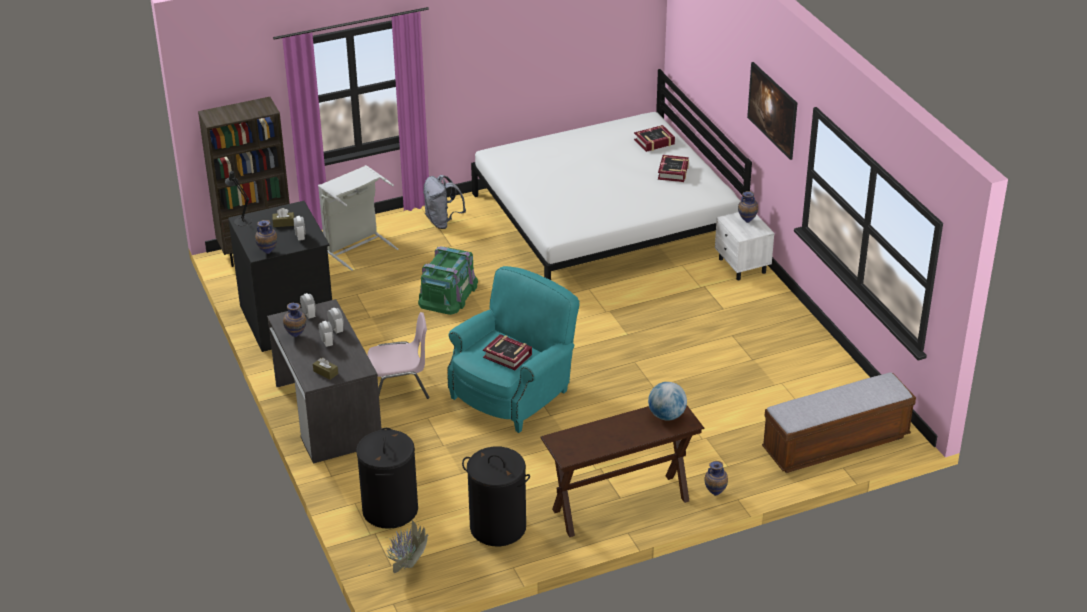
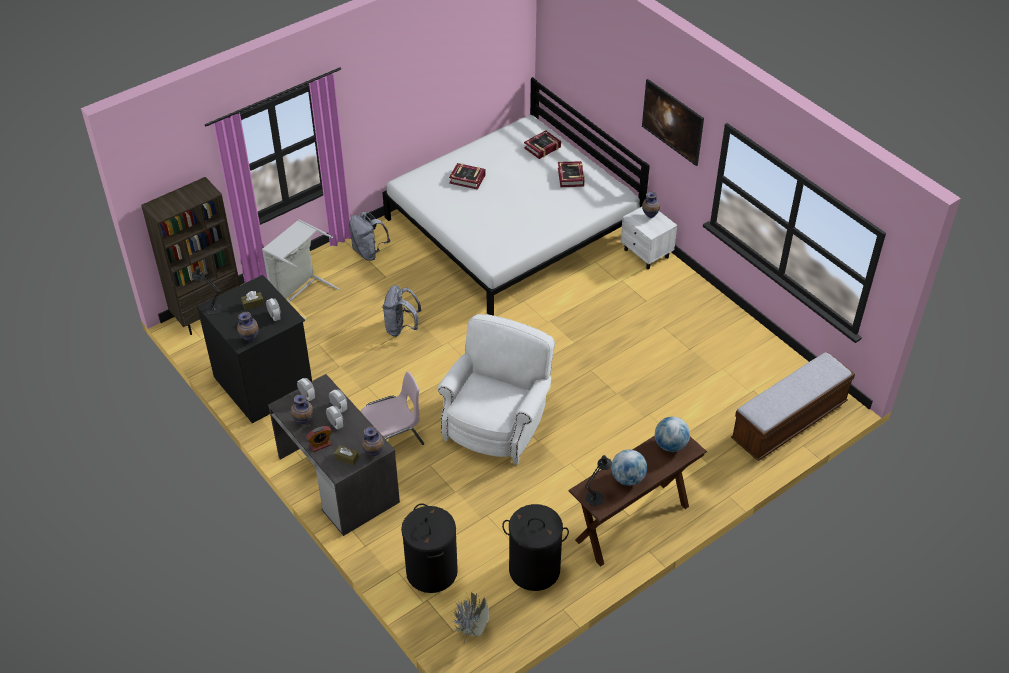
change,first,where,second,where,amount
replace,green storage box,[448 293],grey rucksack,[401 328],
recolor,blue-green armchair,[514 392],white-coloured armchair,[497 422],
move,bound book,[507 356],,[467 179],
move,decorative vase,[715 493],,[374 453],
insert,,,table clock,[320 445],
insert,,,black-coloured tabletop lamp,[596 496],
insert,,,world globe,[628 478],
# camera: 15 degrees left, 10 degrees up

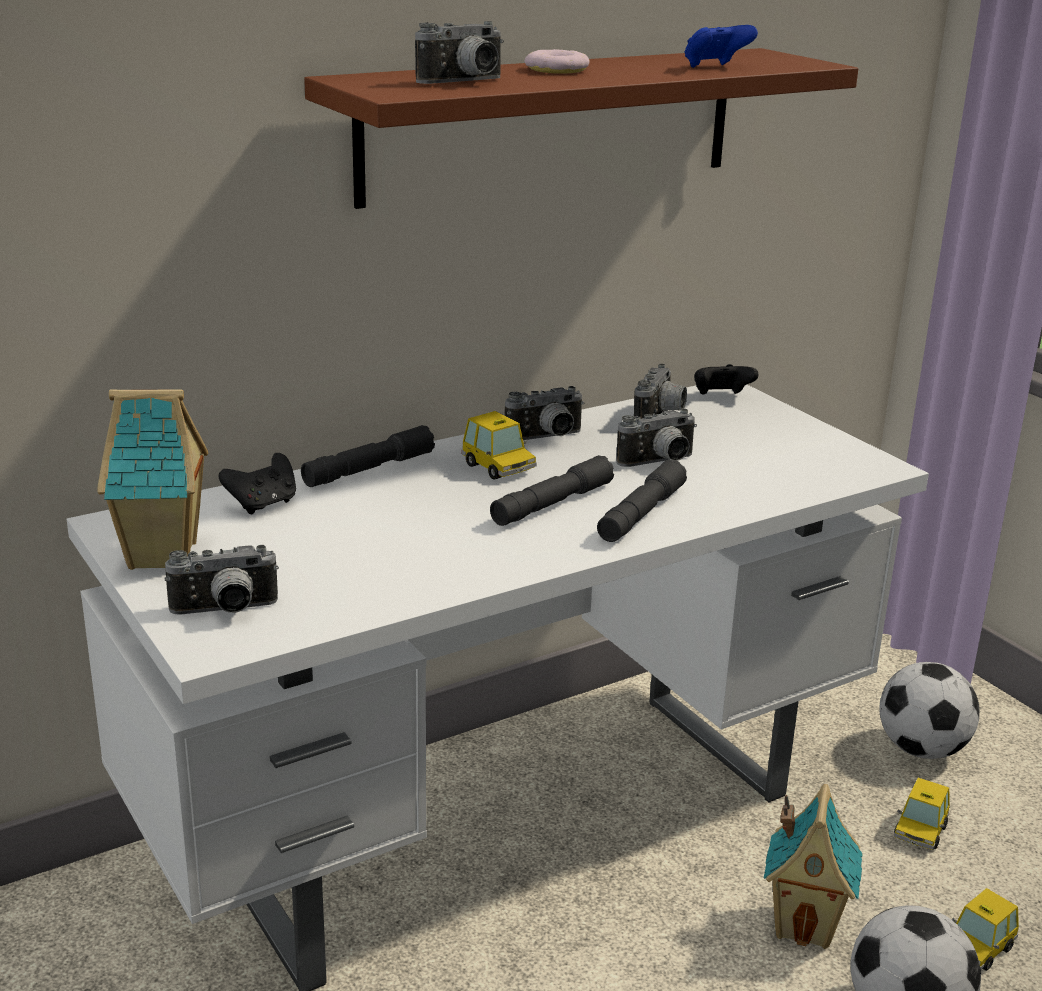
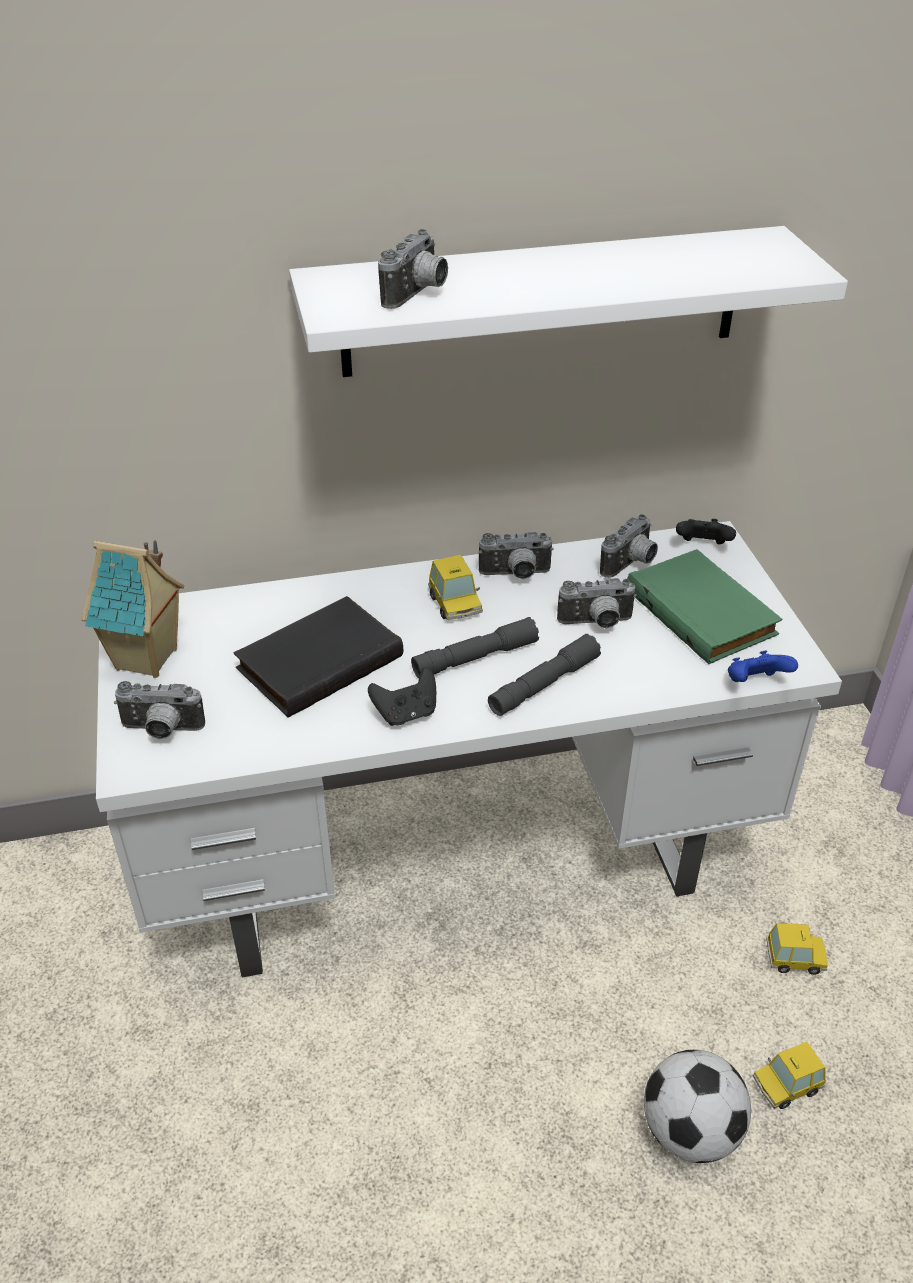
change,first,where,second,where,amount
move,black-coloured joypad,[263 504],,[406 713],
delete,grey torch,[369 469],,,
recolor,brown-coloured wall shelf,[552 124],white-coloured wall shelf,[542 302],
rotate,still camera,[465 83],,[418 294],45 degrees counterclockwise
delete,ring doughnut,[556 70],,,
move,bluish joypad,[714 67],,[755 683],
delete,toy house,[805 925],,,
delete,football,[921 749],,,
rotate,miniature car,[920 831],,[795 958],135 degrees counterclockwise
insert,,,black-coloured bound book,[318 660],
insert,,,green bound book,[704 612],
# camera: 20 degrees right, 15 degrees up

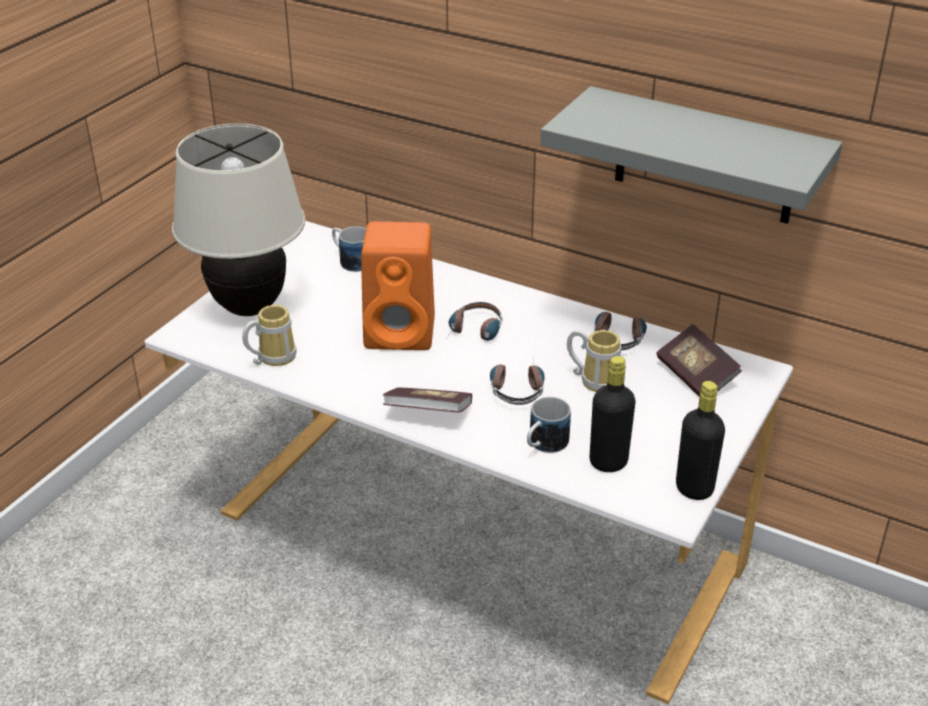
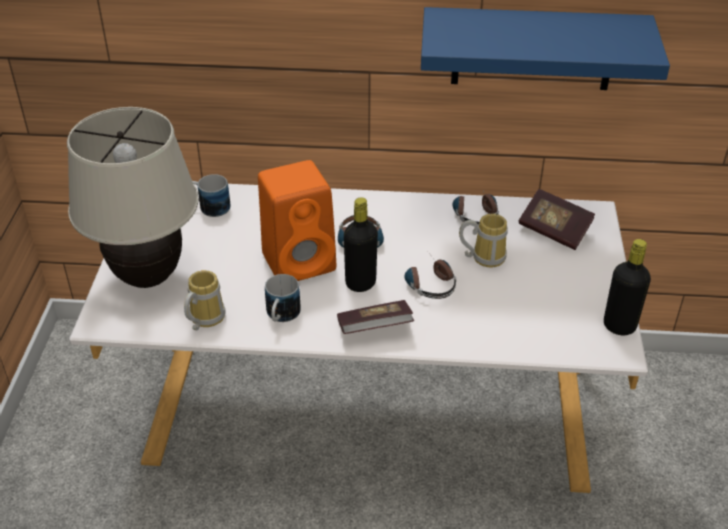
change,first,where,second,where,amount
move,mug,[543 445],,[281 316],
recolor,grey wall shelf,[705 157],bluish wall shelf,[533 49],
move,black-coloured beverage bottle,[608 462],,[360 283],
# camera: 25 degrees left, 5 degrees up

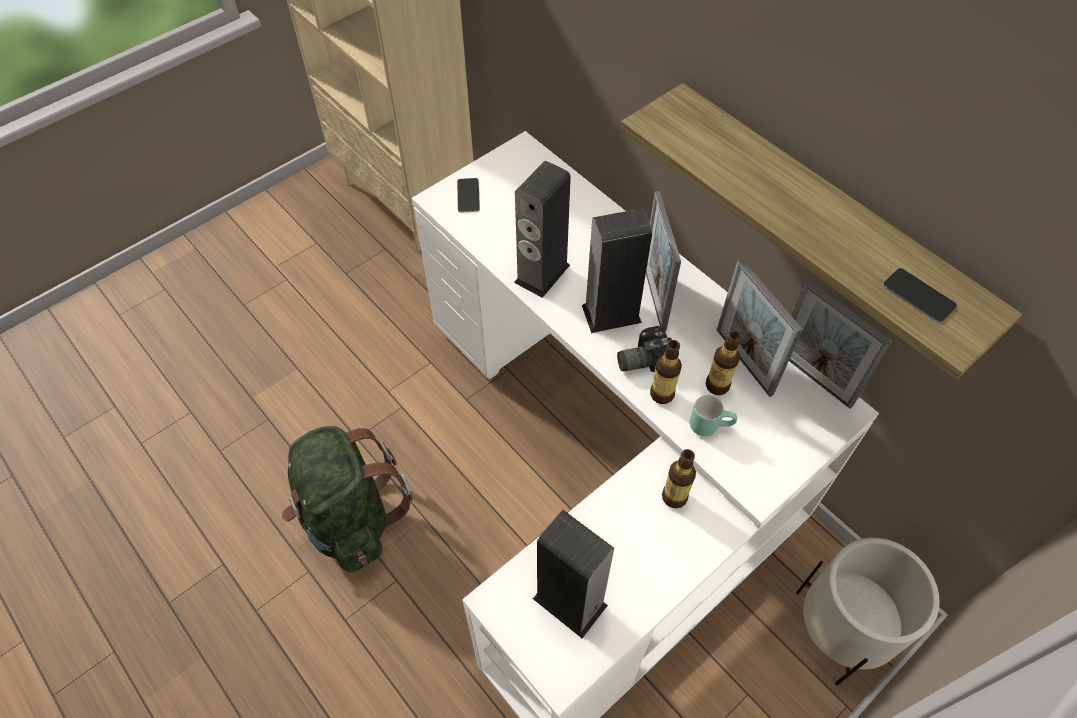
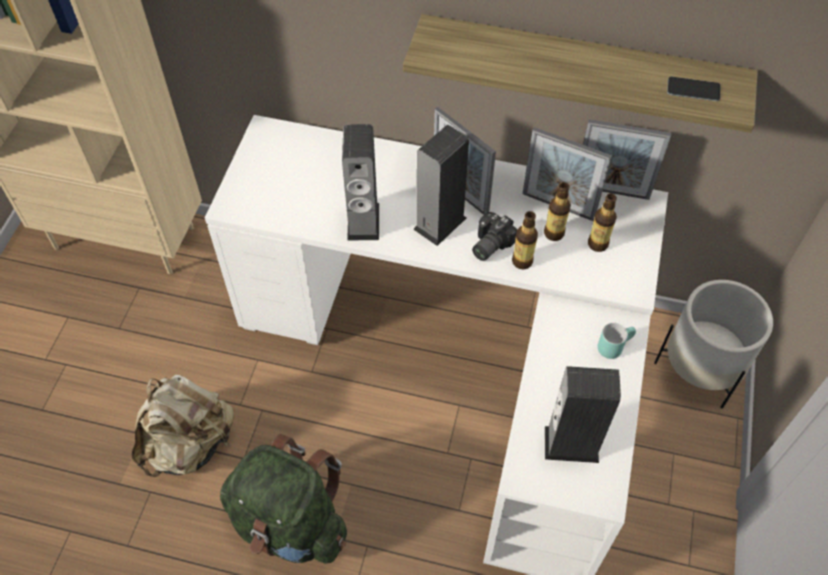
change,first,where,second,where,amount
delete,handset,[468 195],,,
move,beverage bottle,[674 497],,[598 244],
move,blue-green mug,[710 424],,[613 345],
insert,,,beige rucksack,[189 444],
# camera: 35 degrees left, 0 degrees up

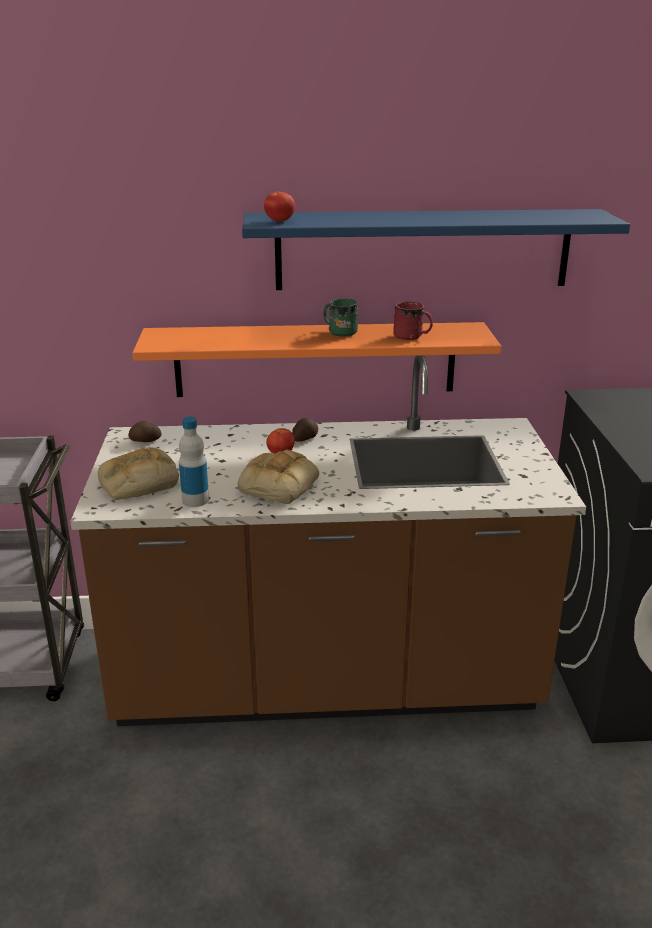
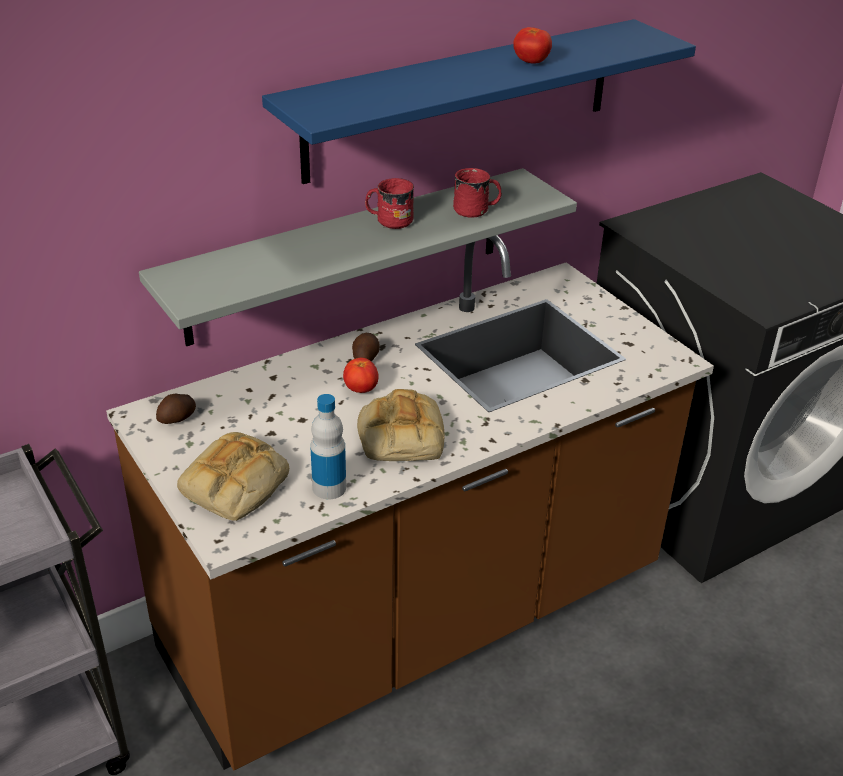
change,first,where,second,where,amount
recolor,orange-coloured wall shelf,[315 359],grey wall shelf,[348 255],
move,fresh tomato,[280 221],,[531 62],
recolor,green mug,[339 331],red mug,[389 221],
# camera: 30 degrees left, 10 degrees up

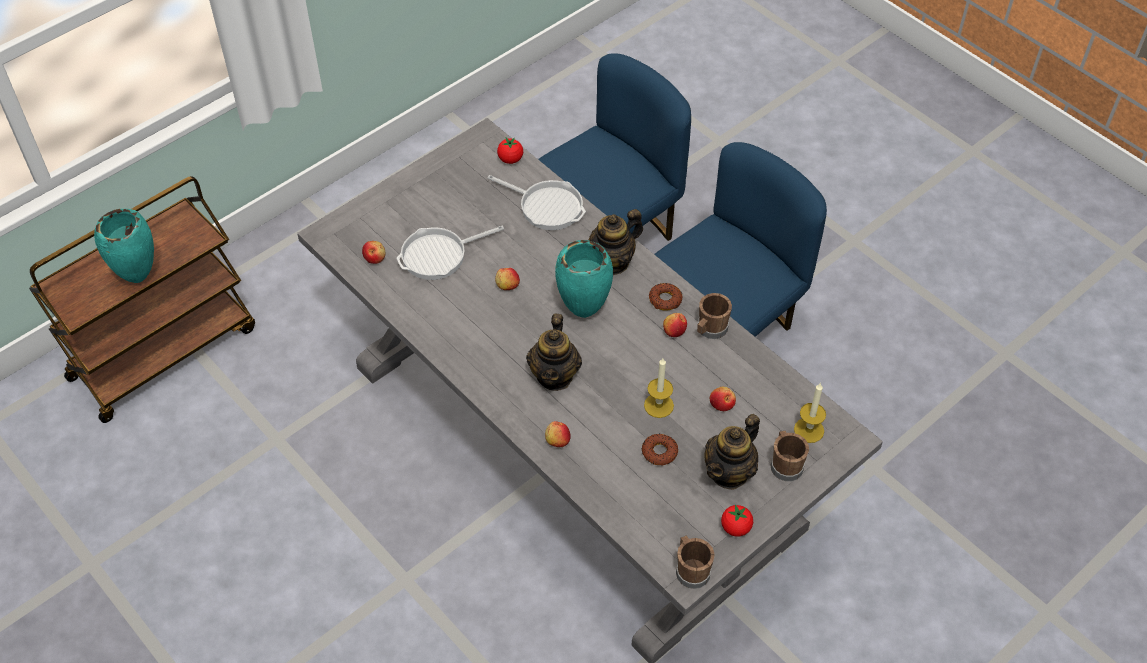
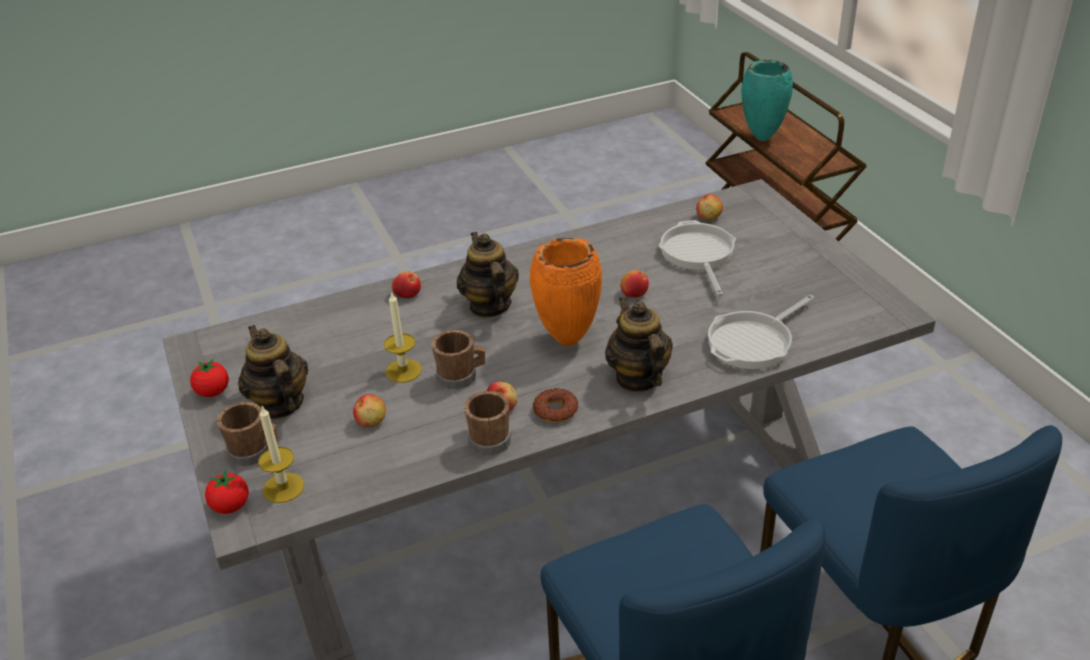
change,first,where,second,where,amount
move,fresh tomato,[510 159],,[231 506],
rotate,tea pot,[555 375],,[489 306],45 degrees clockwise
recolor,blue-green decorative vase,[583 313],orange-coloured decorative vase,[567 340],
delete,ring doughnut,[659 452],,,
move,brown-coloured mug,[691 569],,[461 377],
# camera: 110 degrees right, 15 degrees down

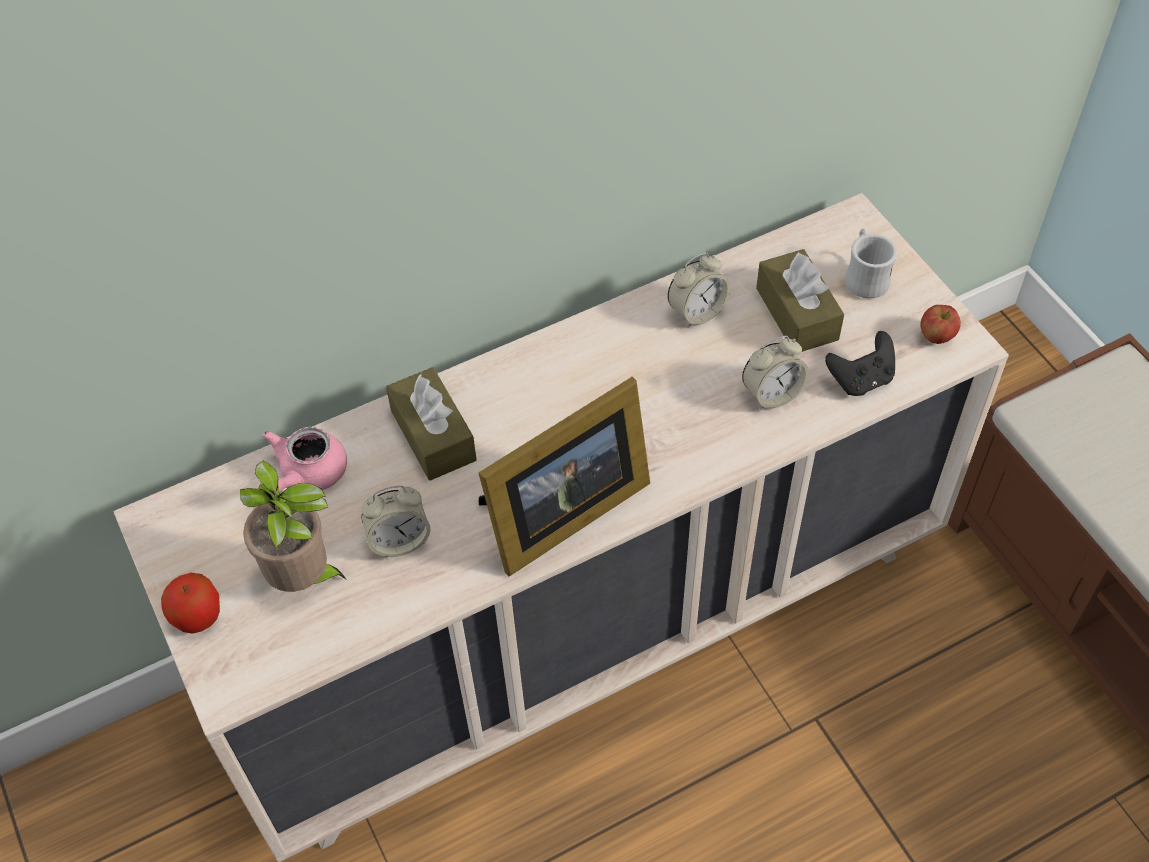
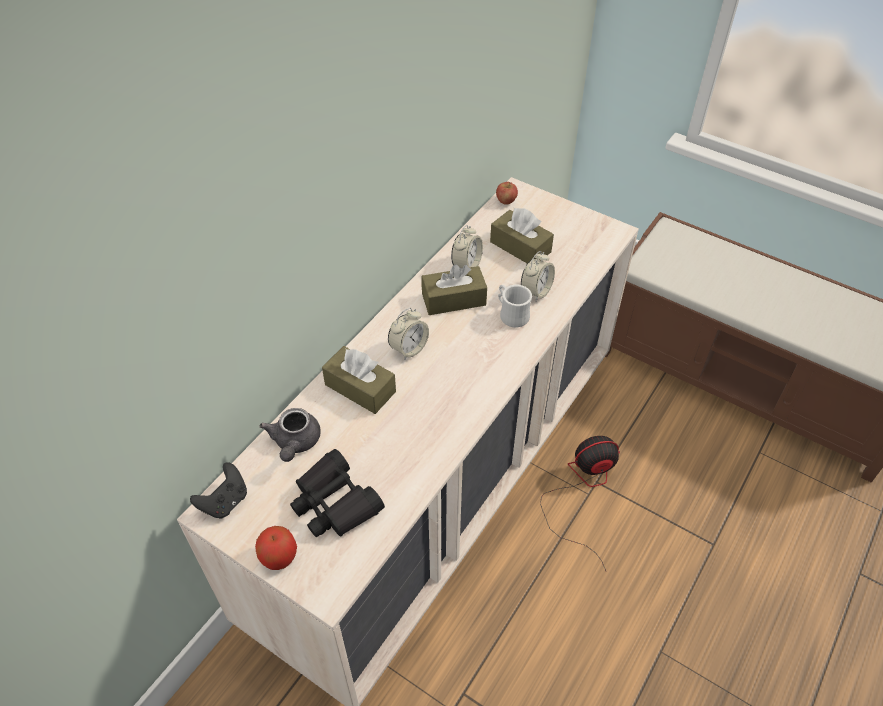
change,first,where,second,where,amount
replace,plant in a pot,[304 578],black-coloured field glasses,[335 503],
recolor,pinkish tea pot,[305 475],grey tea pot,[295 443],
move,table clock,[399 540],,[409 348],
delete,photo frame,[560 514],,,
move,black-coloured joypad,[861 379],,[225 502],
move,white-coloured mug,[864 277],,[511 314],
move,whole apple,[936 336],,[506 201],
insert,,,brown-coloured box of tissues,[453 299],
insert,,,electric fan,[583 490],
# camera: 30 degrees left, 5 degrees down

